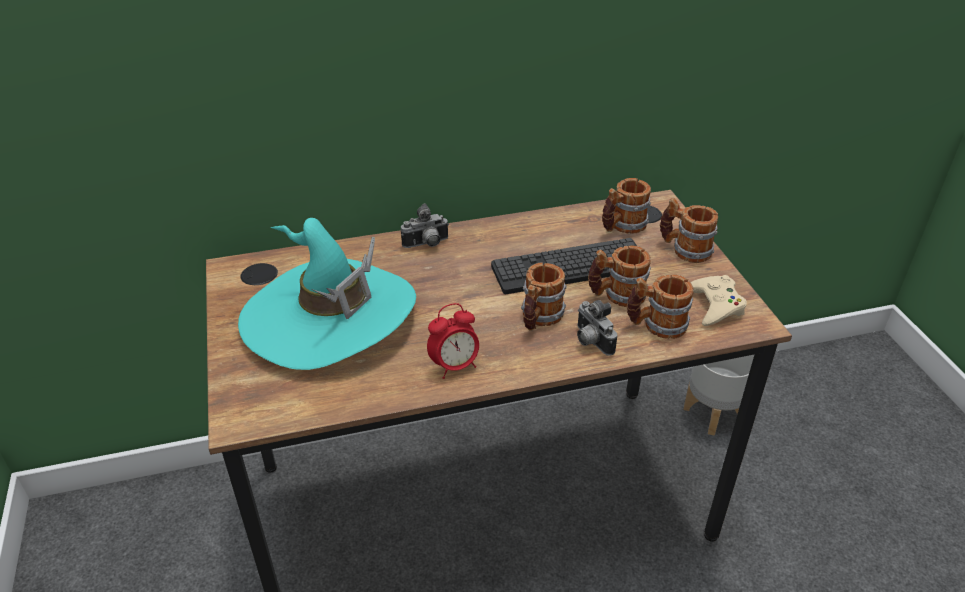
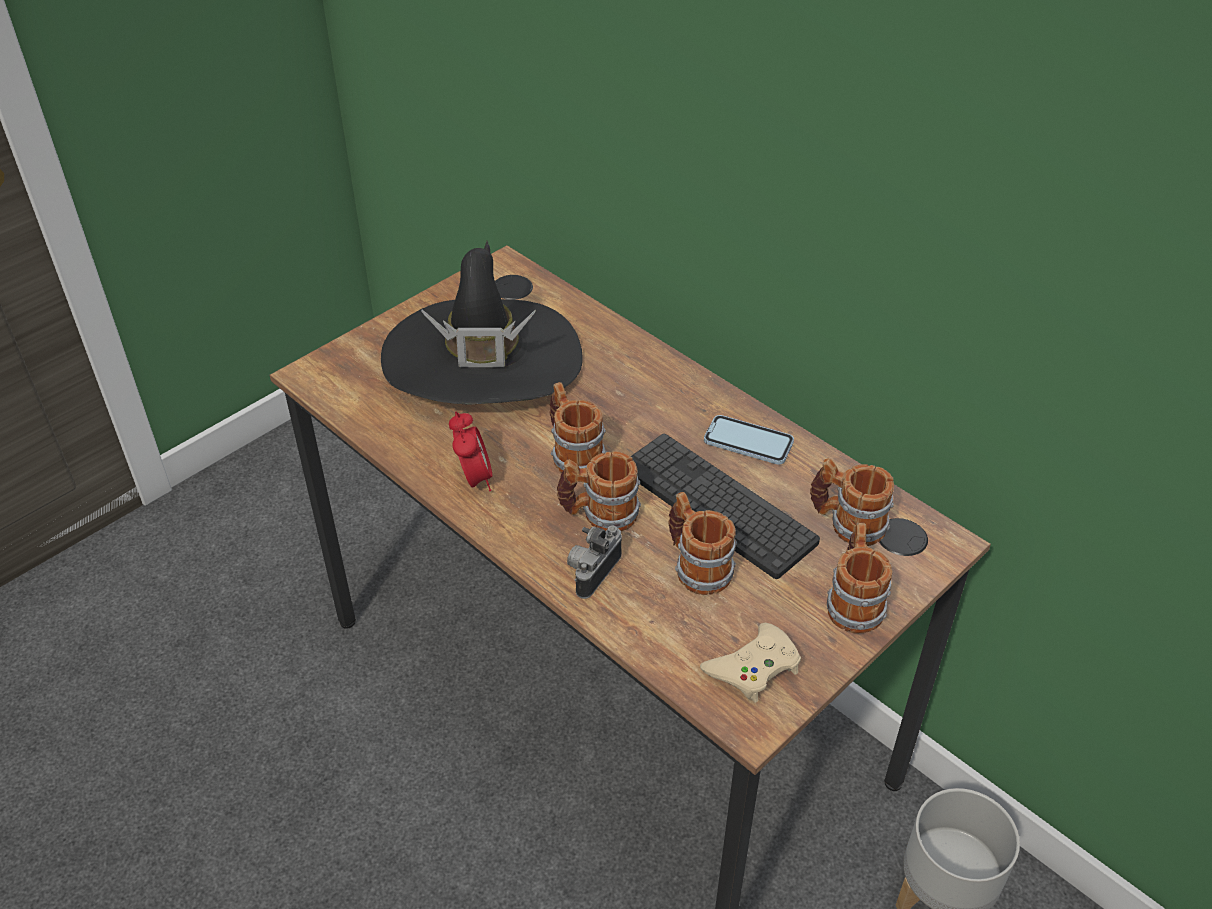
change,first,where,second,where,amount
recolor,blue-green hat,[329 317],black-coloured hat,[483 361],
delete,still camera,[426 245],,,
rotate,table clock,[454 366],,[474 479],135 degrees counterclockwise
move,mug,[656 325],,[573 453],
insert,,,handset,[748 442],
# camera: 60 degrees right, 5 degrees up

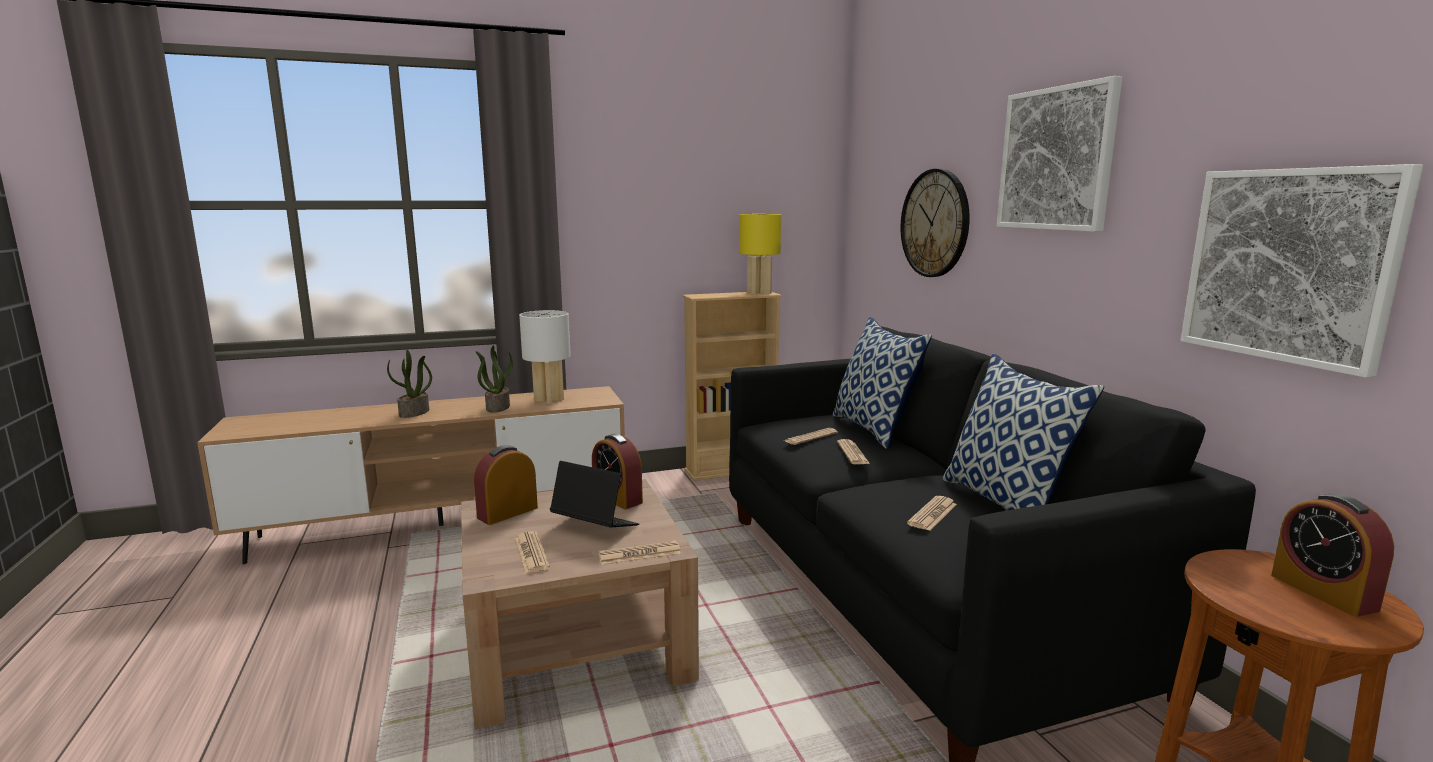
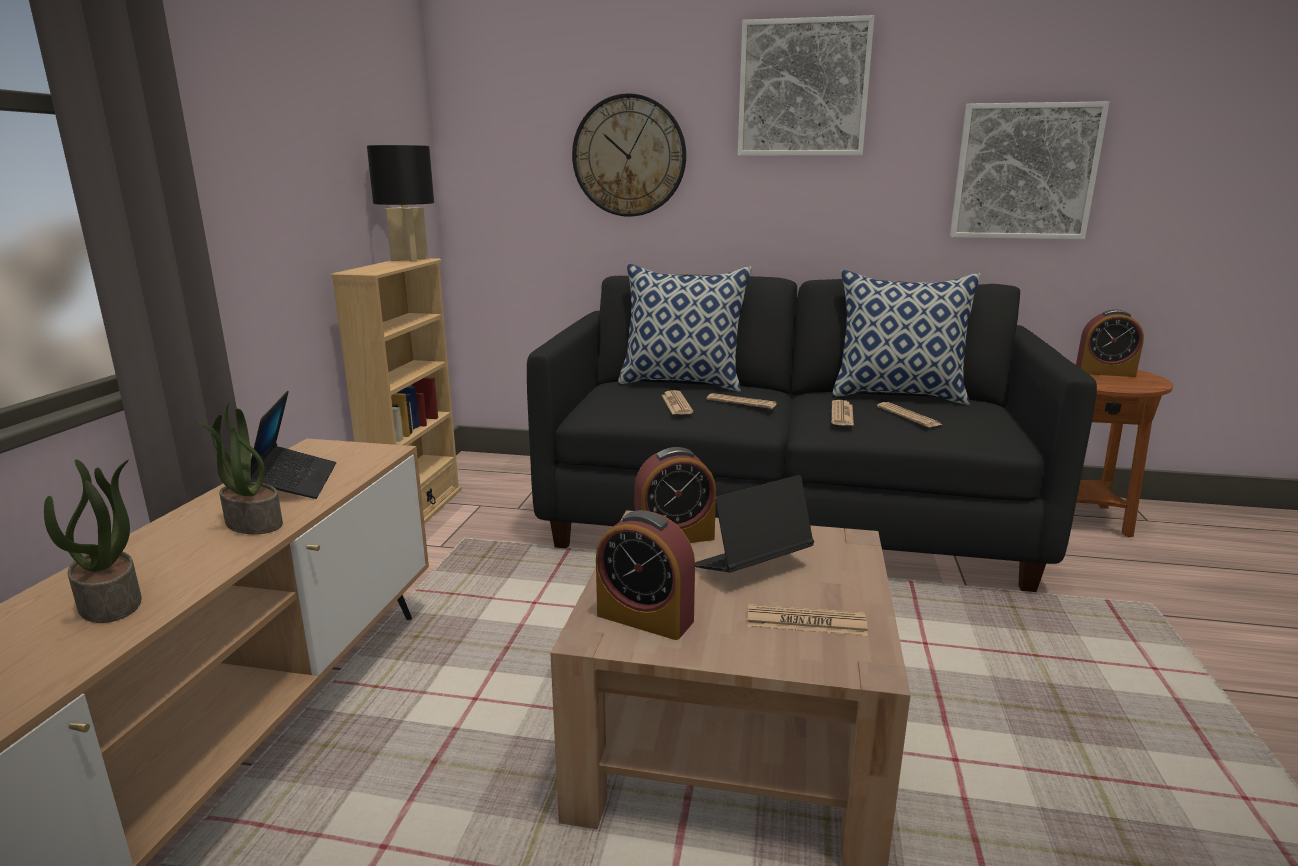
change,first,where,second,where,amount
rotate,table clock,[507 513],,[645 618],45 degrees counterclockwise
replace,white-coloured tabletop lamp,[549 400],laptop,[295 482],
move,newspaper,[639 554],,[842 414],
recolor,yellow-coloured tabletop lamp,[759 292],black-coloured tabletop lamp,[409 259],
# camera: 60 degrees left, 5 degrees up

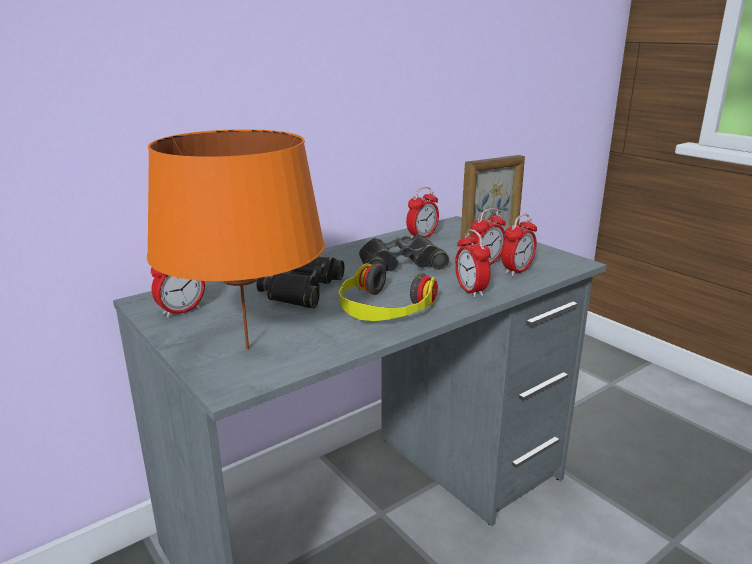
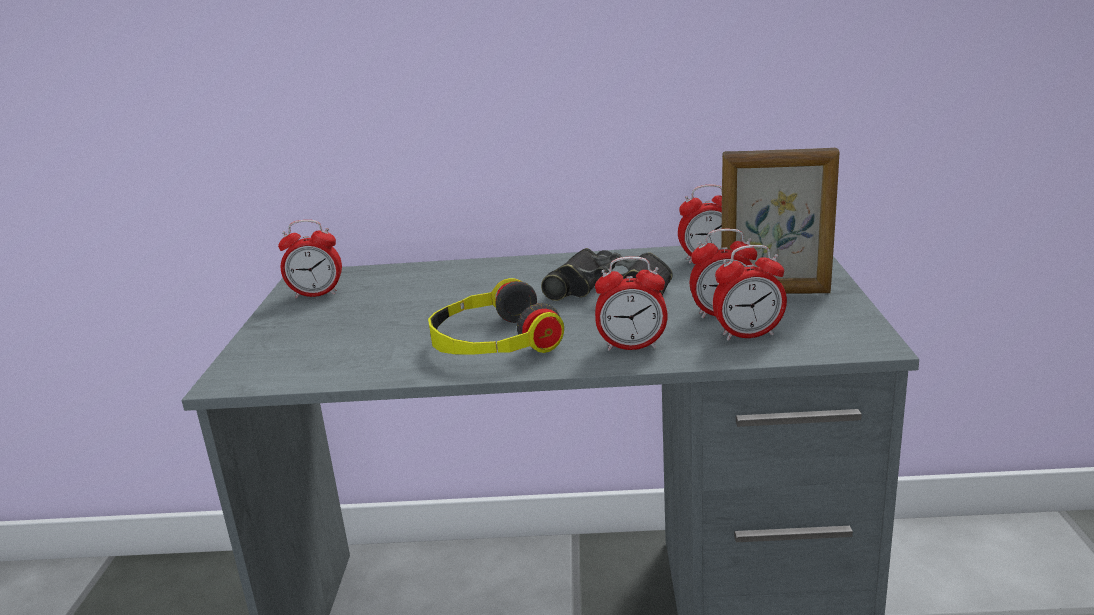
change,first,where,second,where,amount
delete,orange-coloured tabletop lamp,[248 348],,,
delete,black-coloured field glasses,[302 289],,,
rotate,table clock,[470 291],,[632 346],105 degrees counterclockwise
# camera: 40 degrees right, 0 degrees up

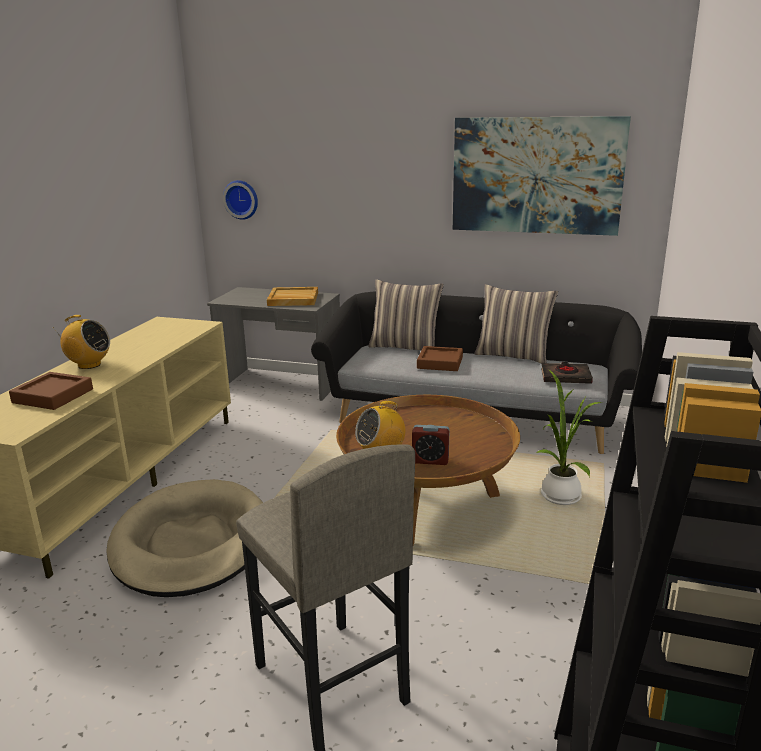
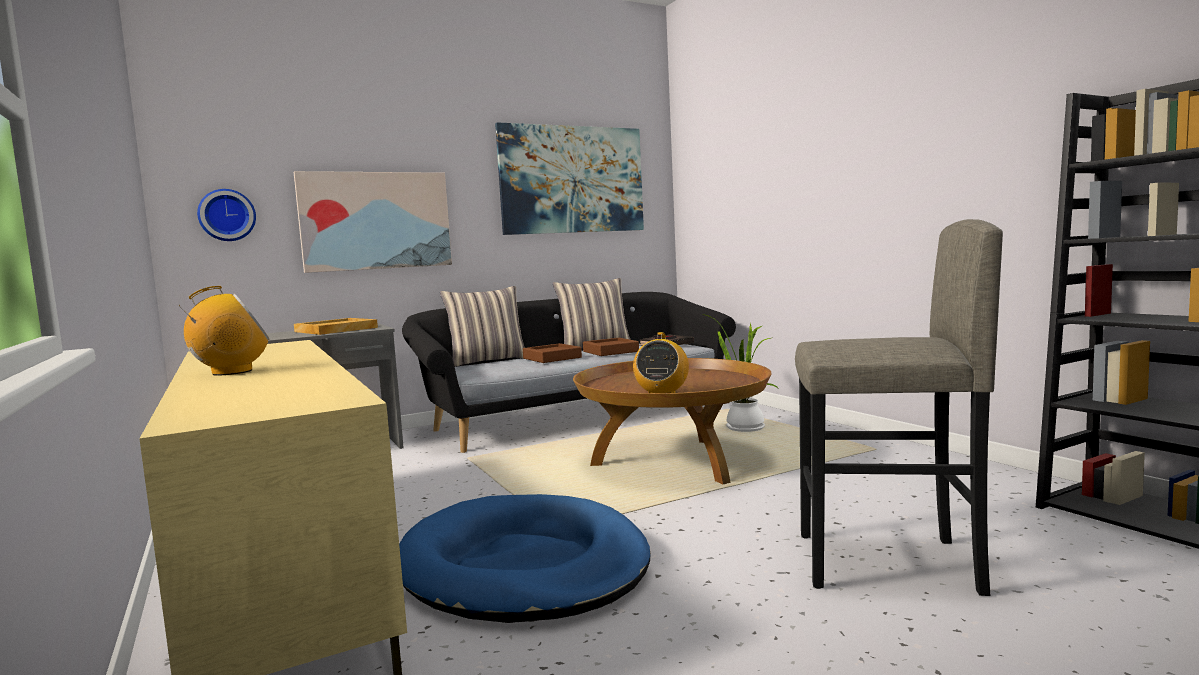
change,first,where,second,where,amount
move,brown-coloured carrying tray,[53 396],,[610 351],
recolor,beige pet bed,[191 543],bluish pet bed,[524 566],
delete,table clock,[430 460],,,
insert,,,picture,[376 221],
# camera: 45 degrees left, 15 degrees down

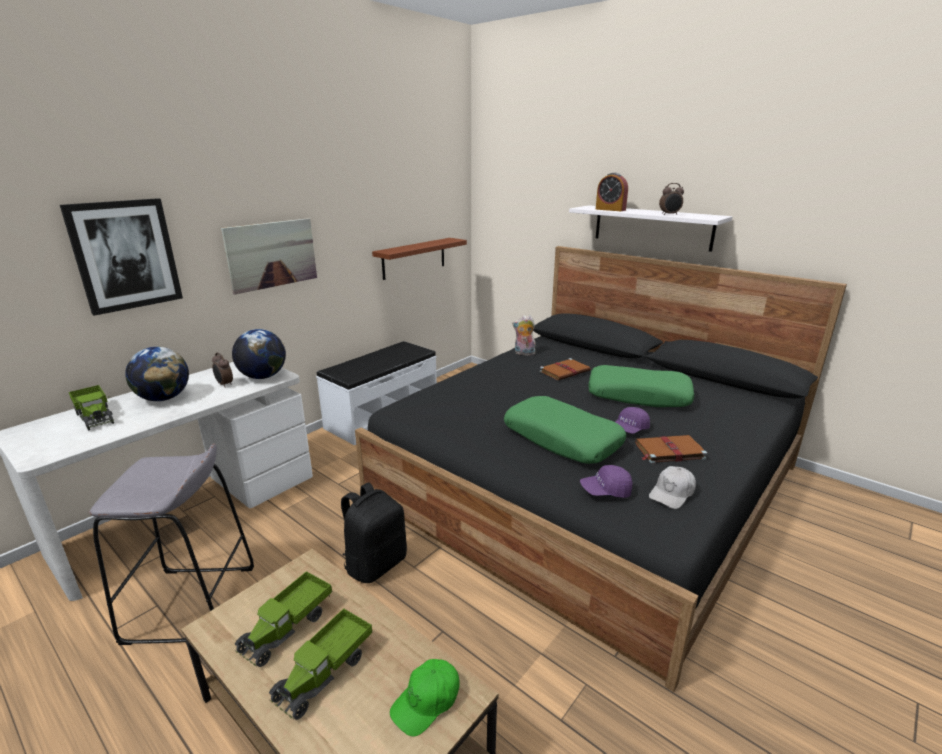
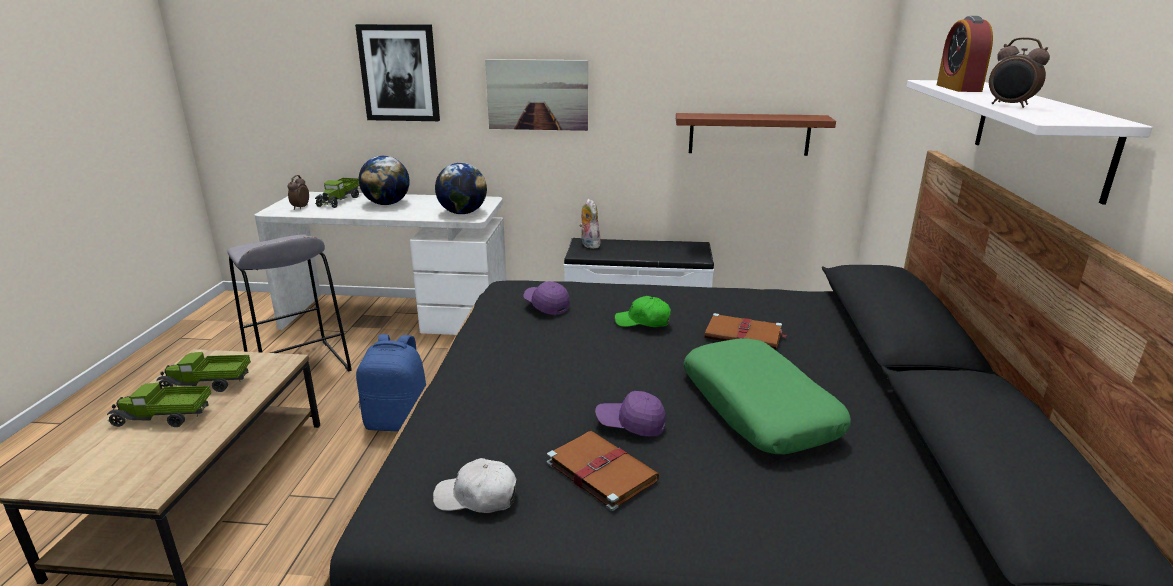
change,first,where,second,where,amount
move,table clock,[224 384],,[300 208],
recolor,black-coloured rucksack,[375 563],bluish rucksack,[399 422],
move,green baseball cap,[426 701],,[643 321],
delete,green pillow,[562 439],,,
move,plush toy,[524 353],,[588 245],
move,purplish baseball cap,[605 491],,[546 305],
# camera: 55 degrees right, 0 degrees up

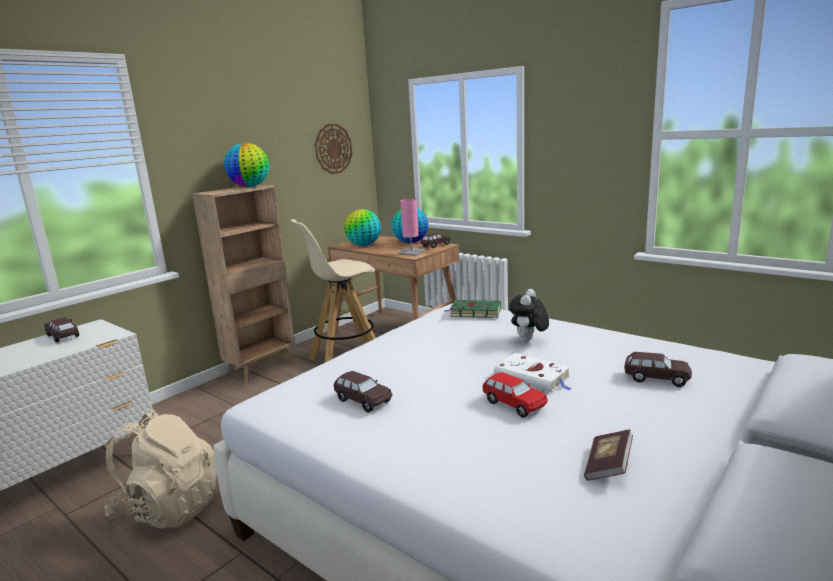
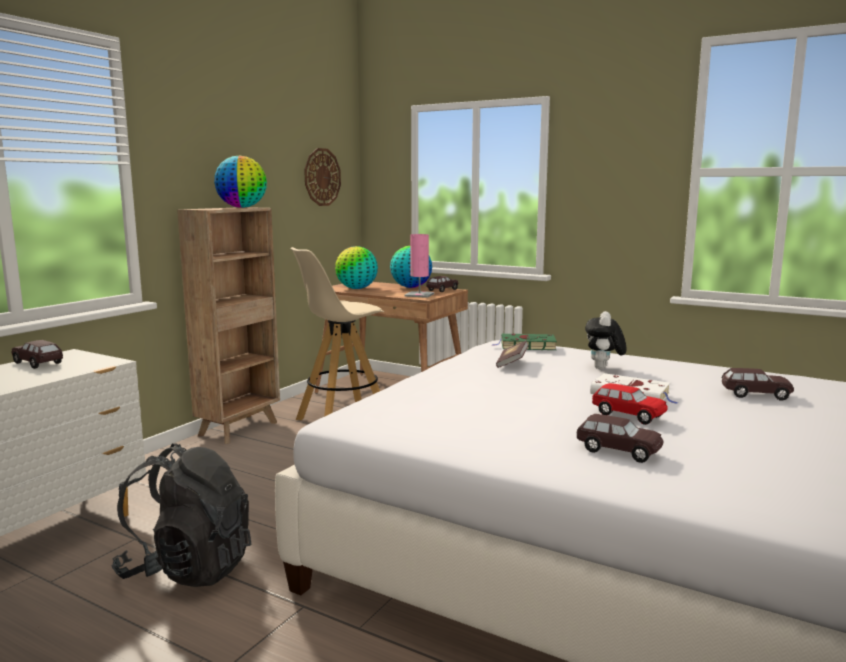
change,first,where,second,where,amount
recolor,beige rucksack,[168 508],black-coloured rucksack,[188 569],
move,brown-coloured miniature car,[363 401],,[618 451],
move,bound book,[608 466],,[512 363],
# camera: 10 degrees left, 5 degrees down

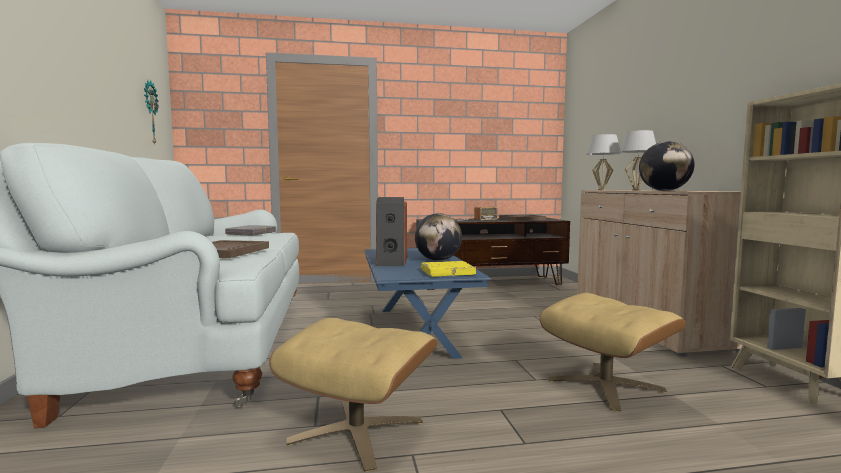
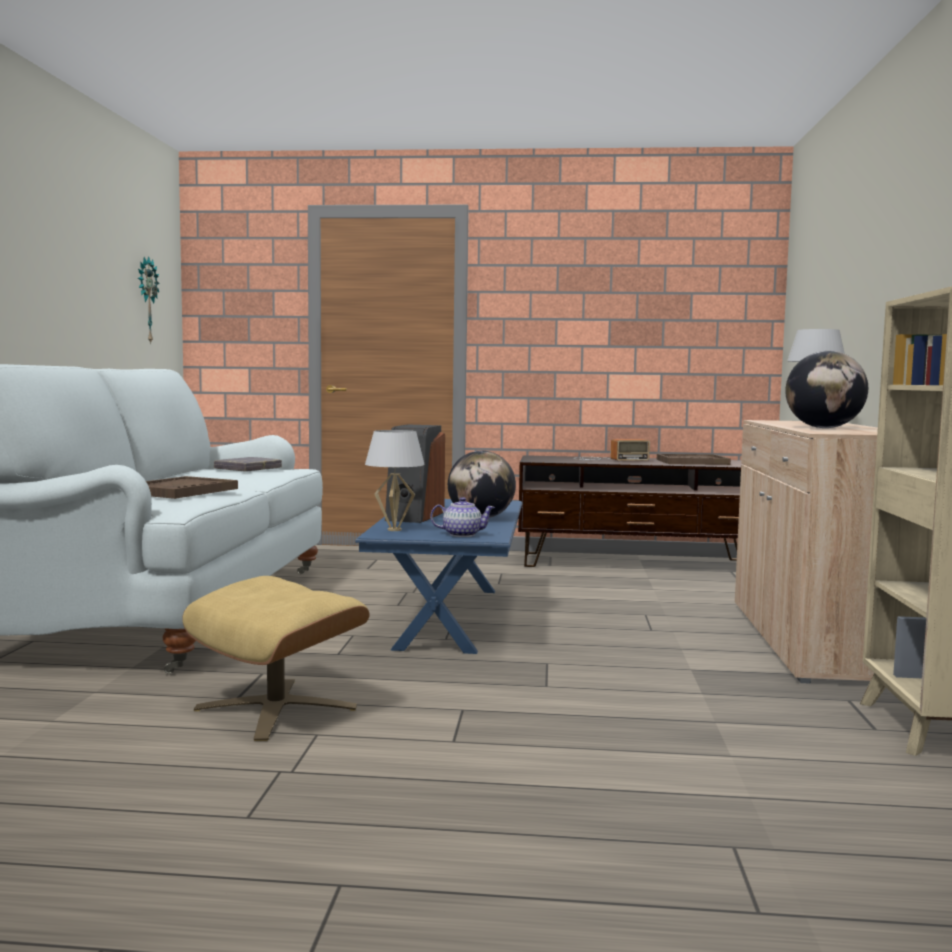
change,first,where,second,where,amount
replace,yellow-coloured bound book,[447 273],tea pot,[461 534],
delete,beige pouffe,[606 385],,,
move,white-coloured tabletop lamp,[602 190],,[394 530],
# camera: 15 degrees right, 0 degrees up

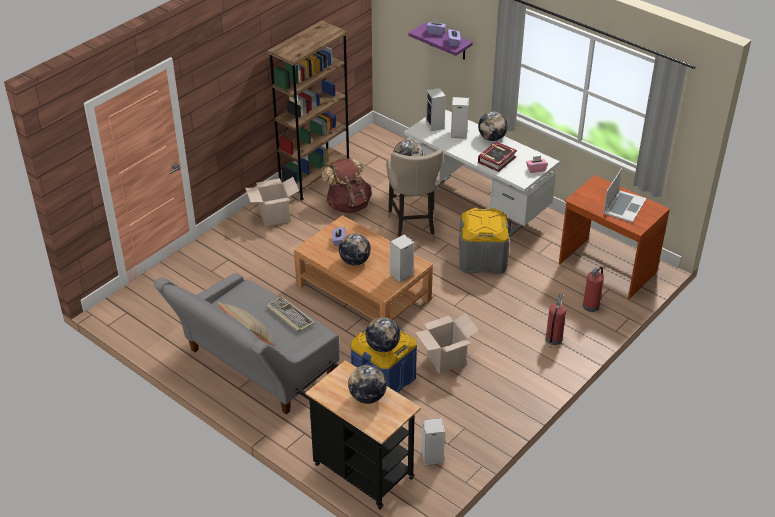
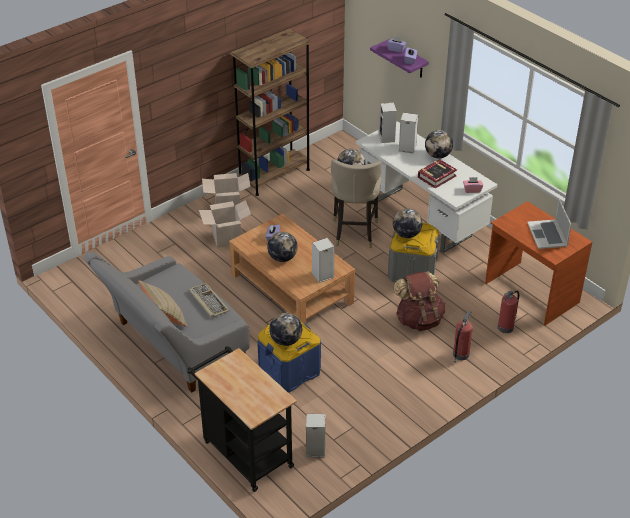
change,first,where,second,where,amount
move,brown-coloured rucksack,[348 205],,[419 319],
move,world globe,[367 397],,[406 234],
move,carton,[446 359],,[226 238],
rotate,laptop,[624 206],,[547 234],135 degrees clockwise
# camera: 10 degrees right, 0 degrees up

